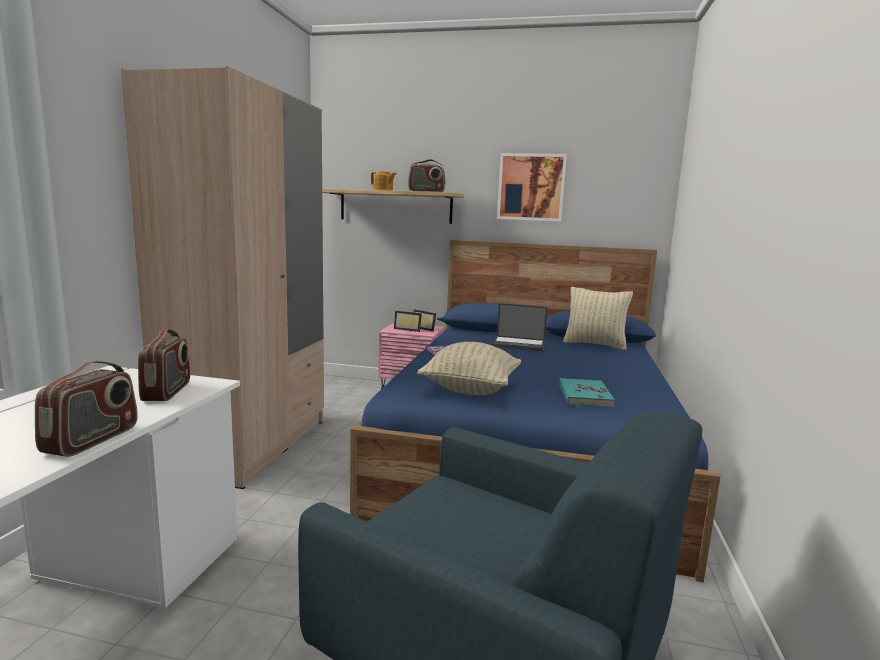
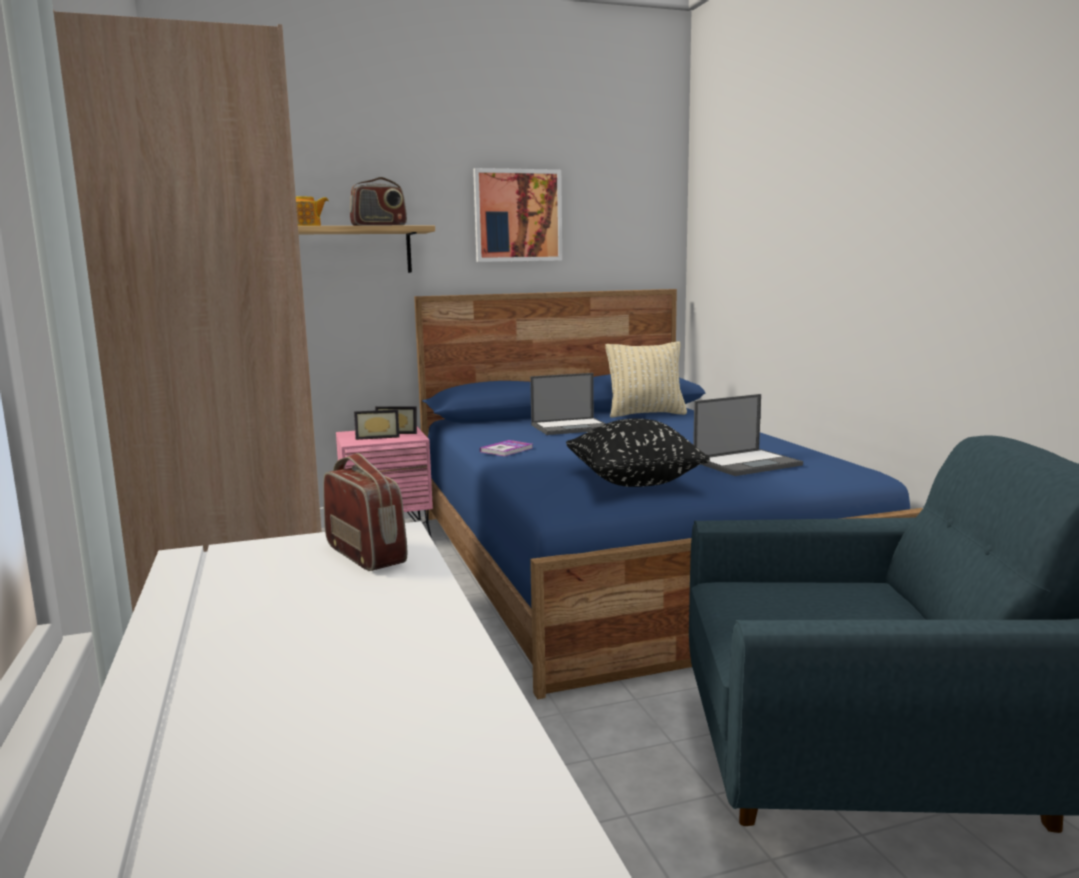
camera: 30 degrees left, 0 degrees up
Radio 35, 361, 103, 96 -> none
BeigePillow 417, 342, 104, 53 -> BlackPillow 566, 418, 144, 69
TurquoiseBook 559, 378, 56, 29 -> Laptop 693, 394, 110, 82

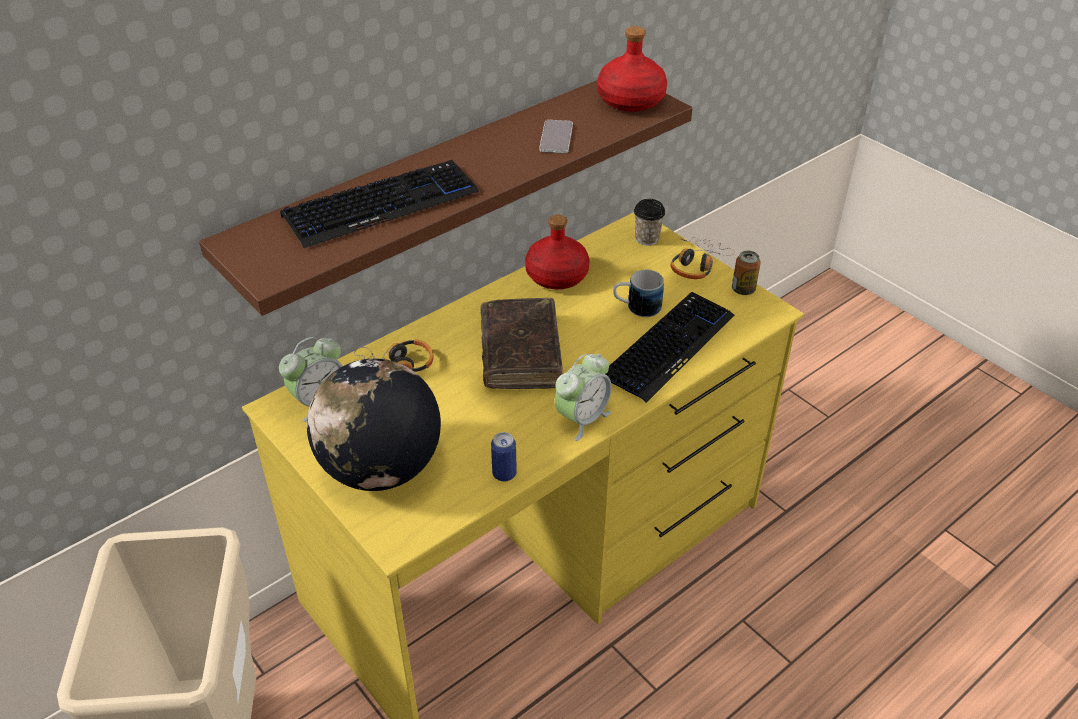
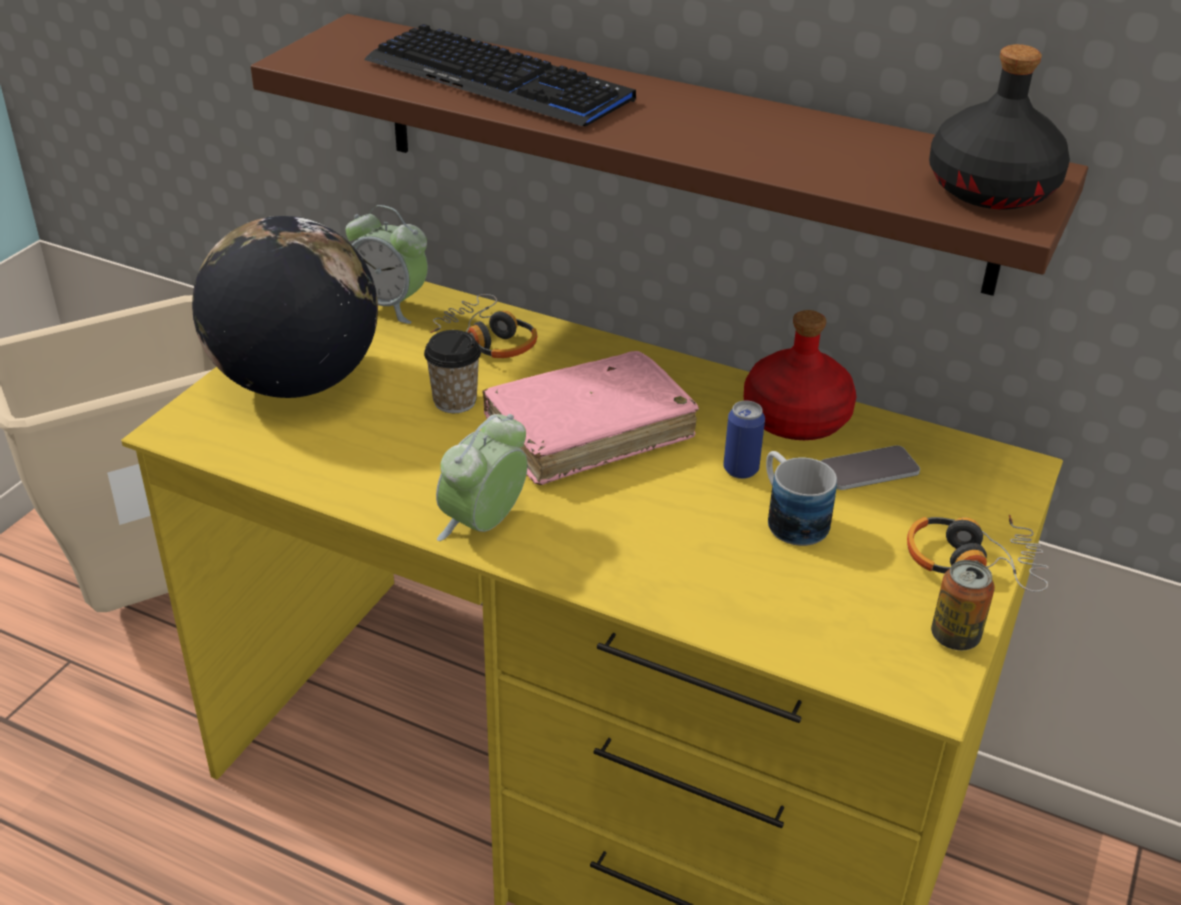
camera: 65 degrees right, 5 degrees down
BrownBook 480, 298, 83, 91 -> PinkBook 482, 351, 217, 134
Can 491, 432, 26, 50 -> Can 723, 400, 42, 79, relocated
Phone 539, 120, 34, 33 -> Phone 821, 446, 99, 44, relocated
AlarmClock 555, 354, 57, 87 -> AlarmClock 436, 414, 92, 127, 105 degrees clockwise
RedBottle 597, 26, 70, 86 -> BlackBottle 929, 44, 141, 165
Keyboard 606, 292, 128, 111 -> none
Cup 634, 199, 31, 47 -> Cup 424, 330, 57, 83, relocated

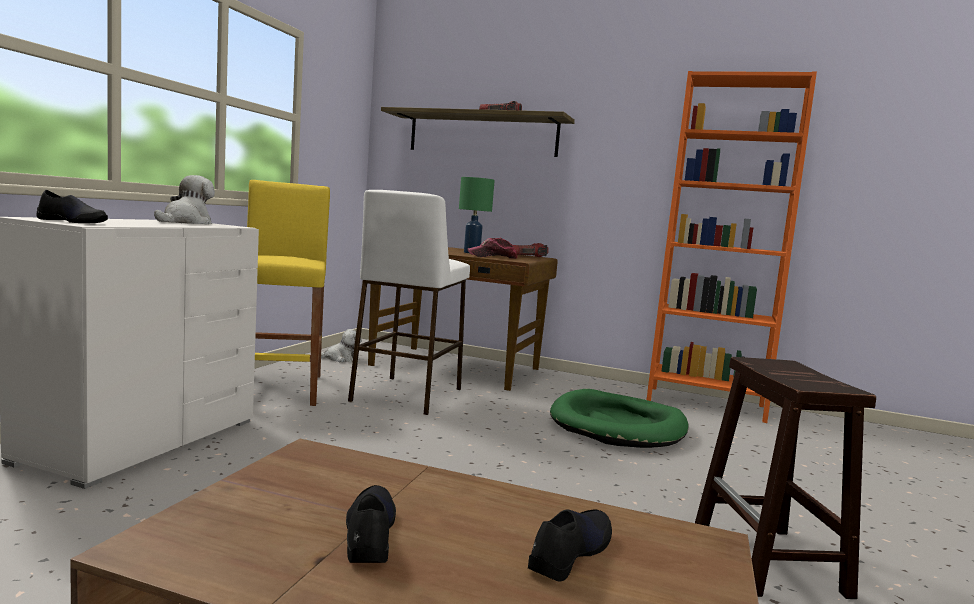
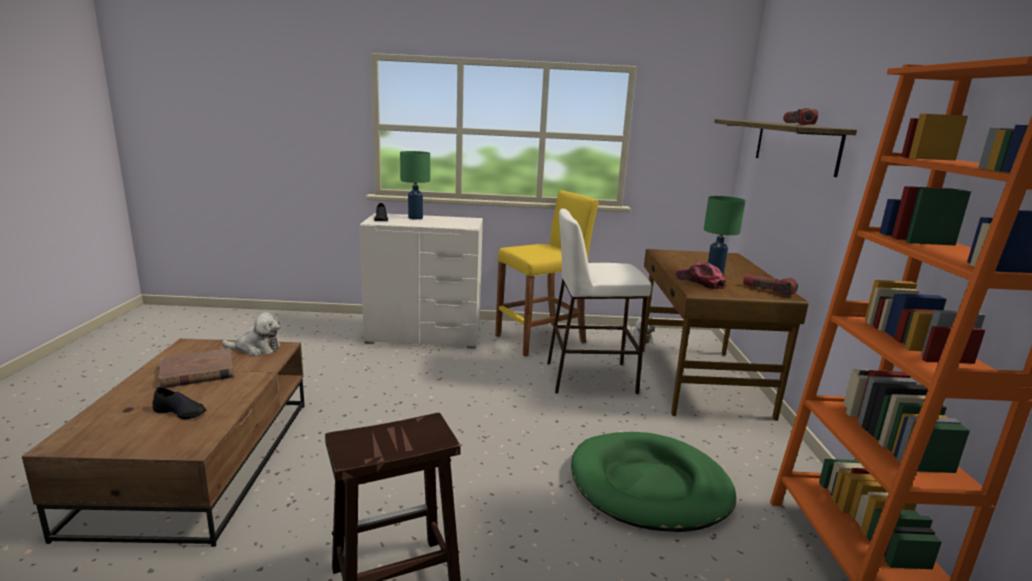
camera: 70 degrees right, 10 degrees up
PlushToy 154, 175, 61, 50 -> PlushToy 222, 312, 59, 44, relocated
BlackShoe 346, 485, 50, 78 -> BrownBook 159, 349, 75, 39
none -> GreenTableLamp 400, 151, 30, 68

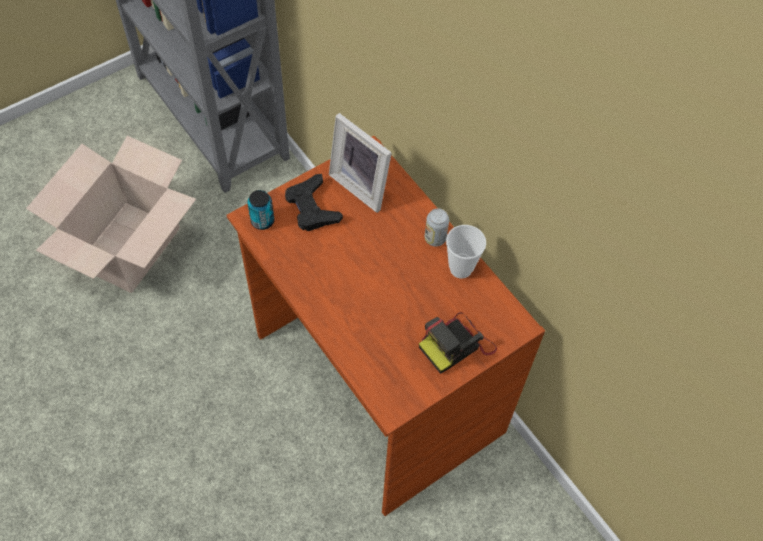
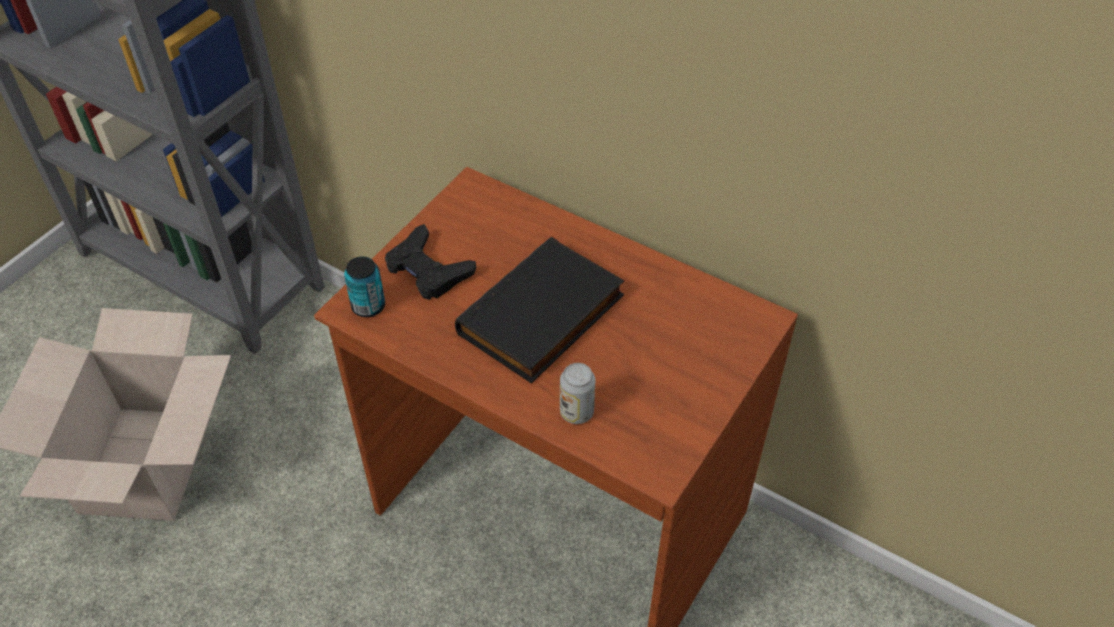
camera: 20 degrees left, 10 degrees down
PictureFrame 329, 113, 63, 100 -> none
PhotoCamera 419, 312, 78, 62 -> none
Can 425, 208, 24, 38 -> Can 560, 363, 35, 61, relocated
Cup 446, 225, 40, 54 -> none
none -> BlackBook 455, 237, 169, 146

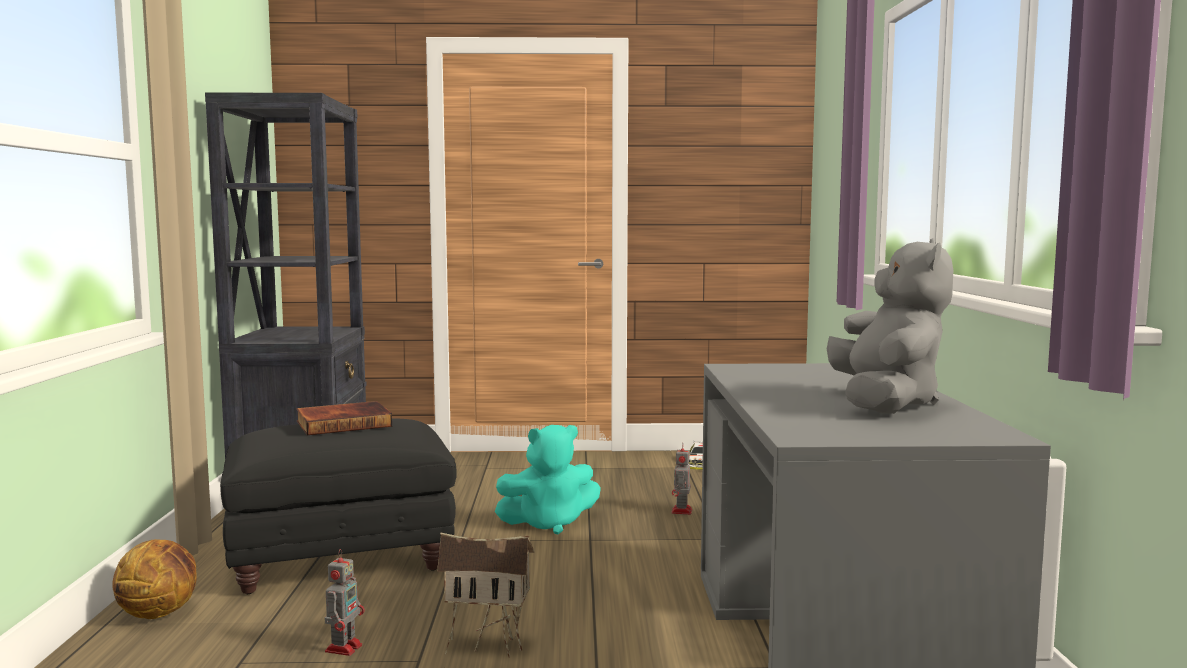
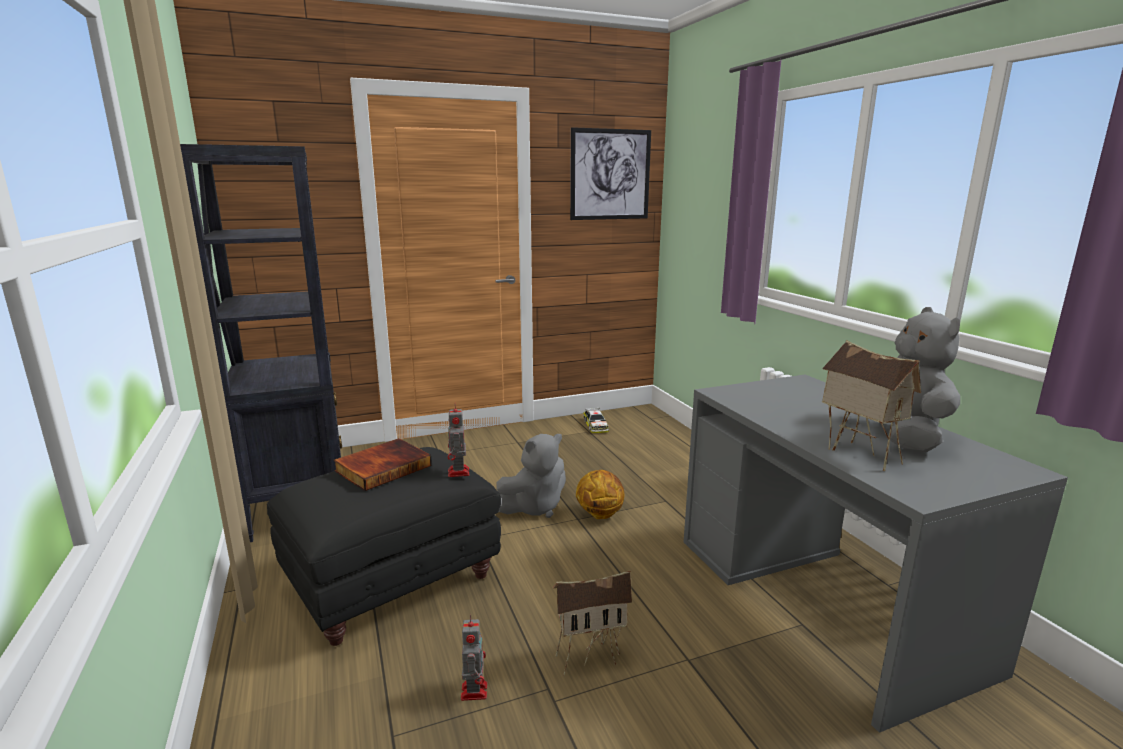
camera: 20 degrees left, 10 degrees up
Basketball 112, 539, 85, 80 -> Basketball 576, 470, 48, 49, relocated
TurquoisePlushToy 495, 425, 106, 109 -> GreyPlushToy 497, 434, 69, 84
ToyRobot 671, 444, 21, 71 -> ToyRobot 448, 406, 21, 71, relocated
none -> Picture 570, 127, 81, 93
none -> ToyHouse 822, 340, 99, 131

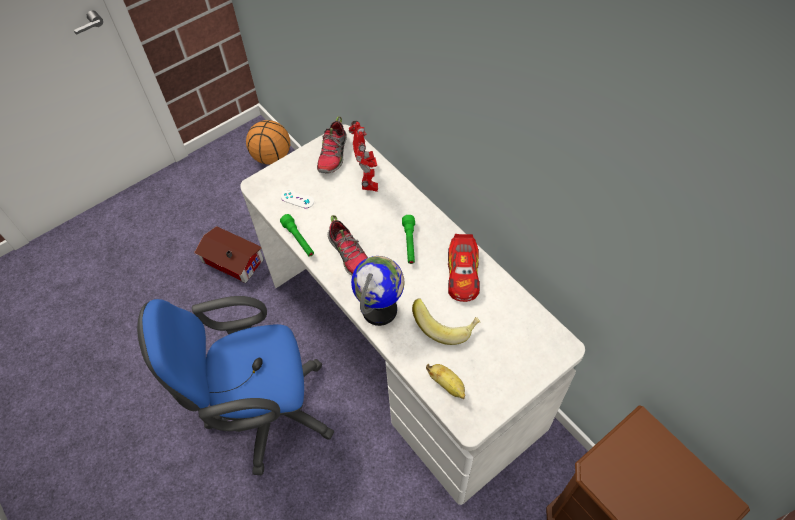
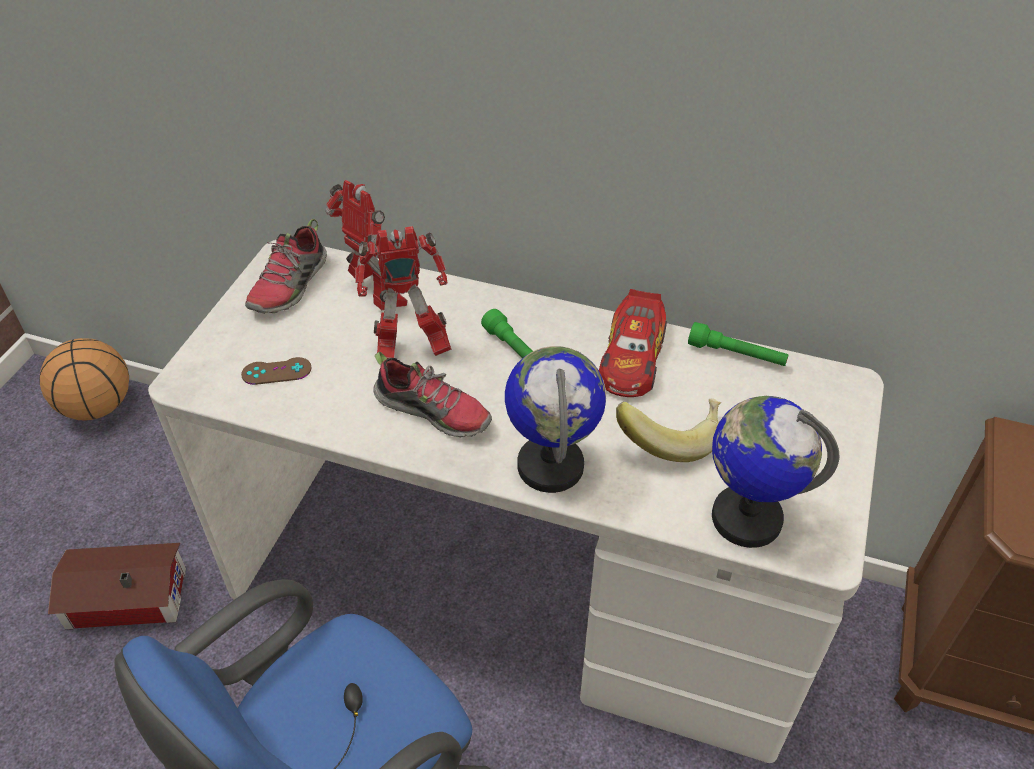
camera: 35 degrees left, 10 degrees down
GreenFlashlight 280, 214, 34, 43 -> GreenFlashlight 688, 322, 100, 44, relocated
WhiteGameController 281, 190, 33, 18 -> BrownGameController 241, 357, 71, 28
Shoe 317, 116, 30, 58 -> Shoe 245, 219, 82, 95, 45 degrees clockwise
Banana 426, 364, 39, 35 -> Globe 712, 396, 127, 152
ToyCar 448, 234, 32, 68 -> ToyCar 599, 289, 68, 108, 45 degrees clockwise
none -> ToyRobot 355, 226, 96, 133

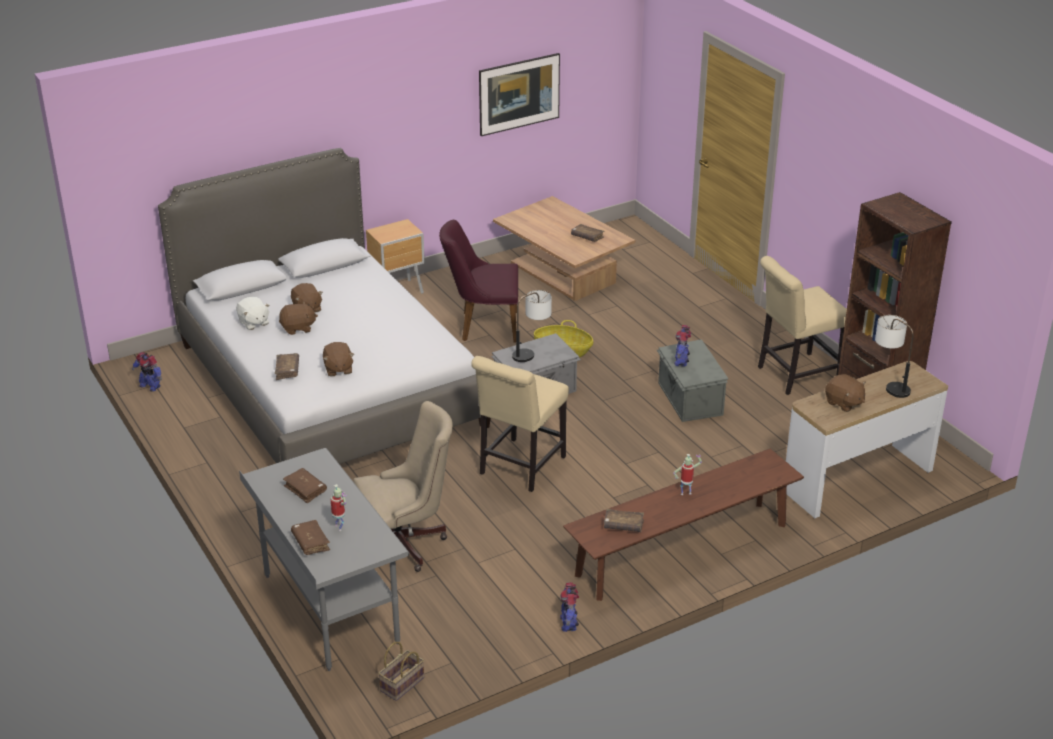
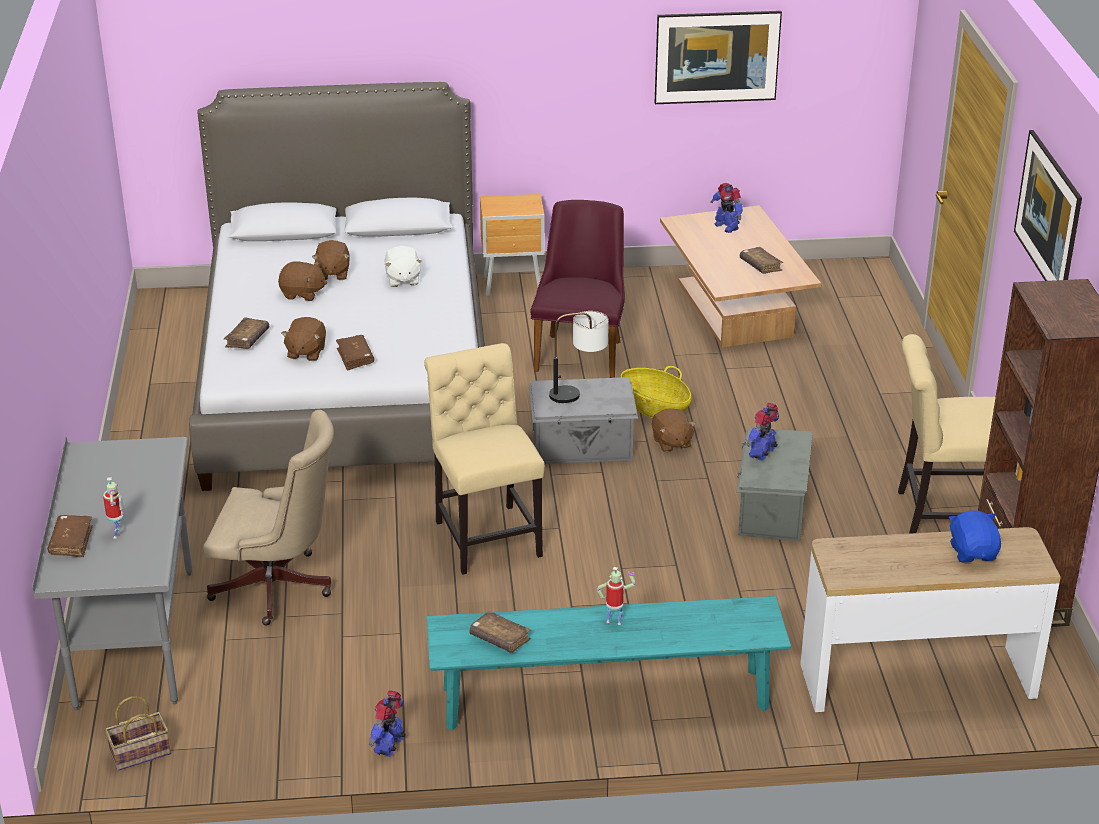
camera: 25 degrees right, 0 degrees up
ToyRobot 132, 352, 30, 40 -> ToyRobot 711, 183, 32, 50, relocated
WhitePlushToy 236, 297, 34, 33 -> WhitePlushToy 385, 246, 37, 41, relocated
BrownBook 283, 468, 44, 35 -> BrownBook 336, 335, 38, 36, relocated
PurpleChair 439, 220, 79, 123 -> PurpleChair 530, 200, 95, 178, 75 degrees clockwise
BeigeChair 471, 356, 98, 136 -> BeigeChair 424, 343, 121, 232, 105 degrees clockwise
BrownBench 563, 449, 241, 152 -> TurquoiseBench 427, 596, 364, 134
BrownPlushToy 825, 374, 41, 38 -> BrownPlushToy 652, 408, 44, 44, relocated
TableLamp 875, 315, 39, 83 -> BluePlushToy 949, 510, 52, 52
none -> Picture 1014, 130, 68, 151

